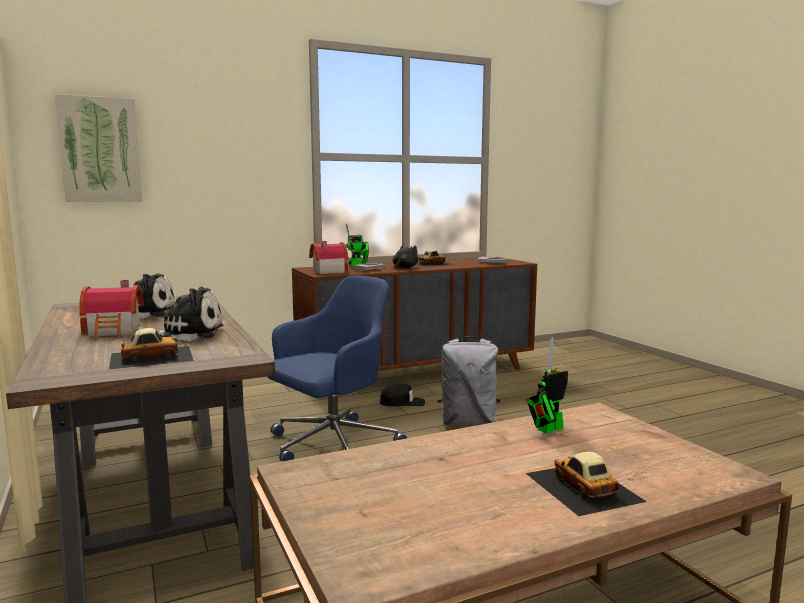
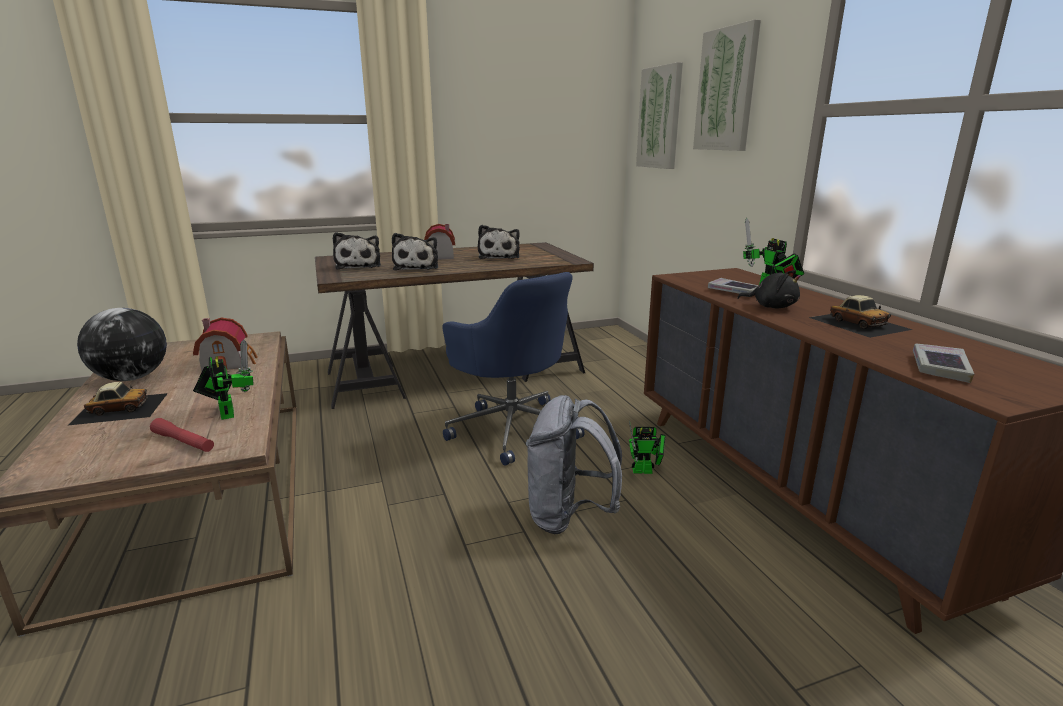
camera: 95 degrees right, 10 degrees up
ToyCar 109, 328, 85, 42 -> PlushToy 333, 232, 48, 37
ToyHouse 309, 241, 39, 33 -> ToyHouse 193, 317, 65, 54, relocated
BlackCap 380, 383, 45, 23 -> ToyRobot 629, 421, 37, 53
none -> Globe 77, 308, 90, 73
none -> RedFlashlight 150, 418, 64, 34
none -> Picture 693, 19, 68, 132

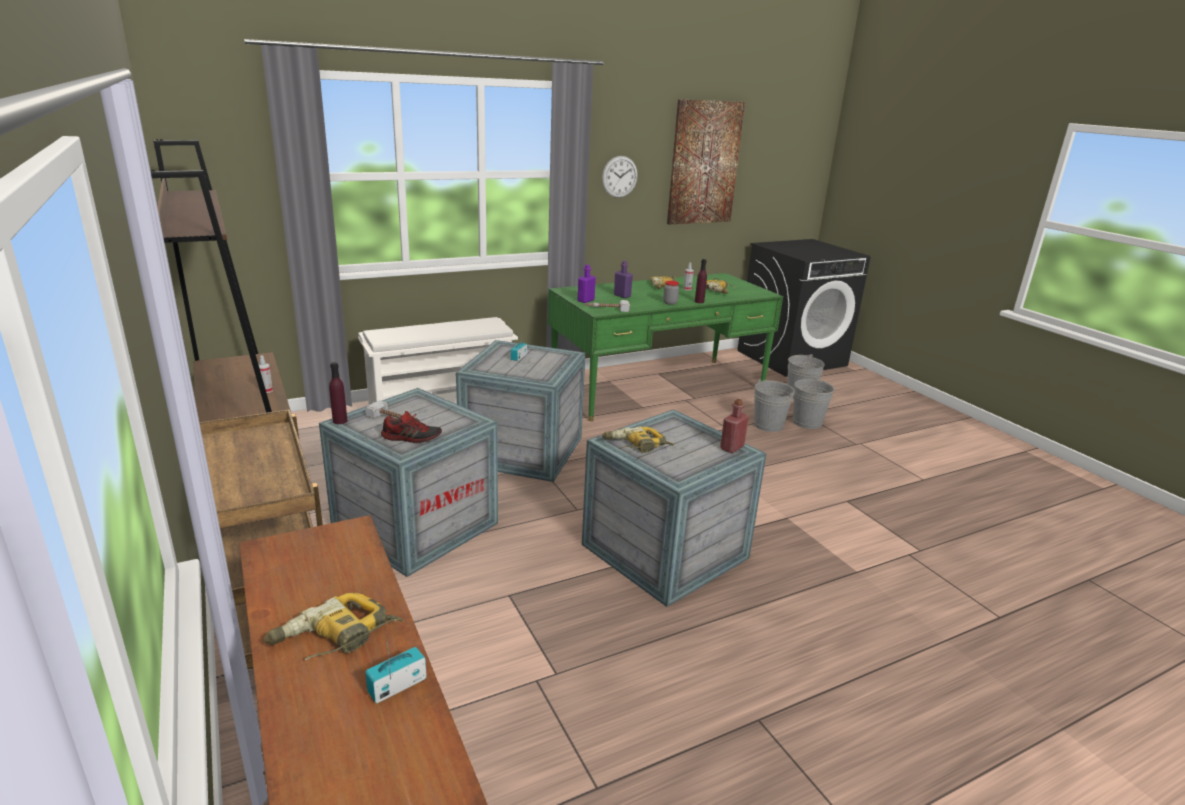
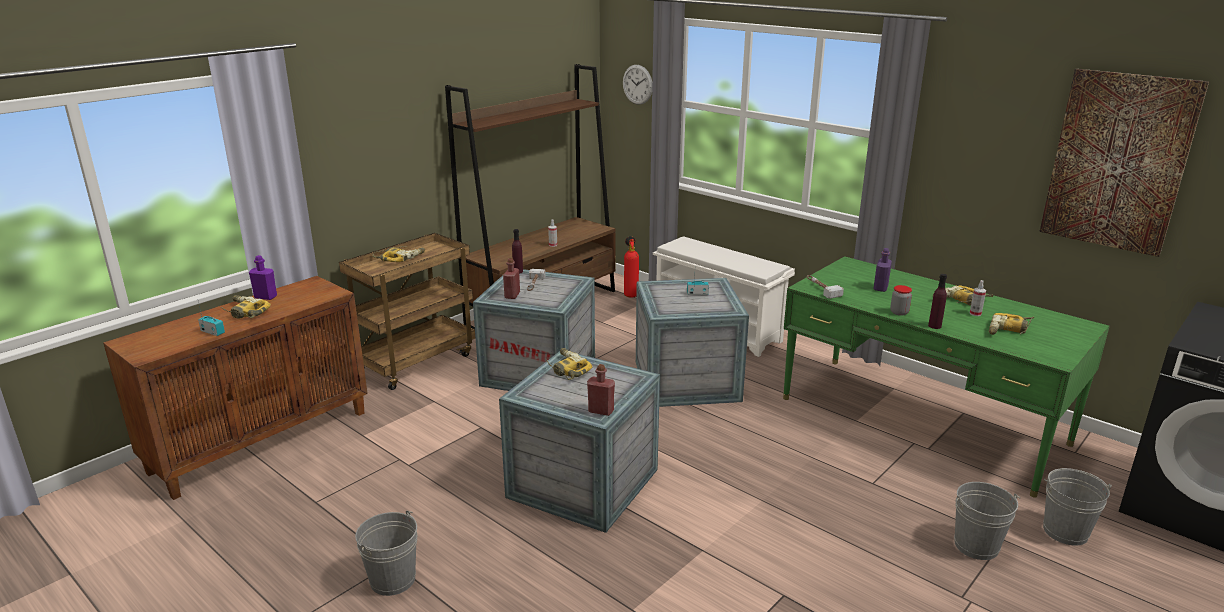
camera: 70 degrees right, 0 degrees up
Shoe 381, 411, 61, 32 -> RedBottle 503, 258, 17, 41
PurpleBottle 578, 264, 18, 39 -> PurpleBottle 249, 255, 28, 45, relocated
WallClock 602, 156, 36, 42 -> WallClock 623, 65, 29, 40, relocated
GreyBucket 754, 379, 41, 53 -> GreyBucket 355, 510, 62, 86, relocated
none -> PowerDrill 372, 246, 53, 16
none -> FireExtinguisher 624, 236, 15, 62

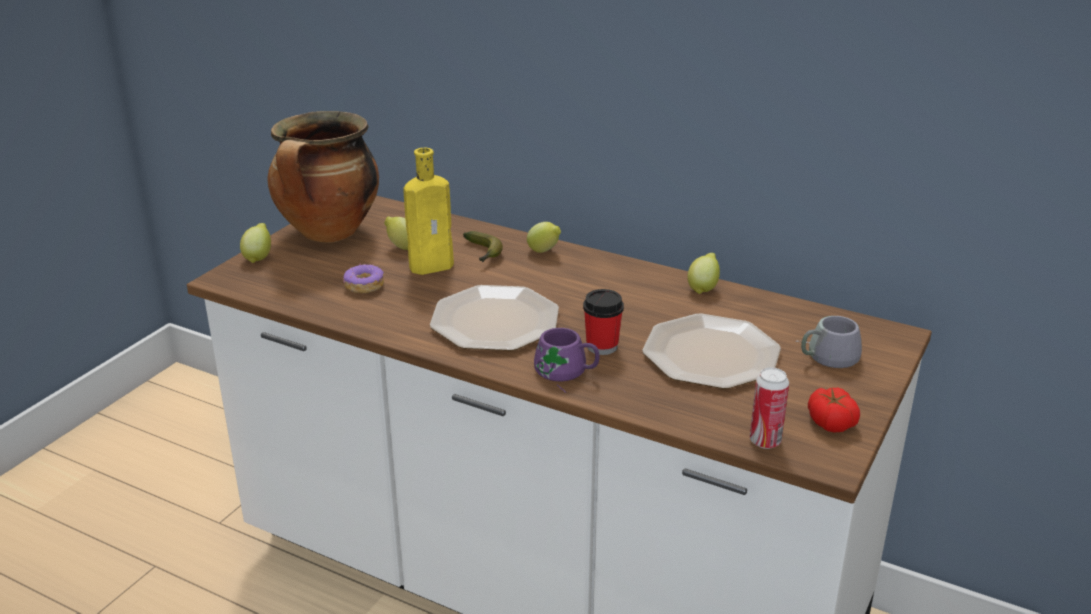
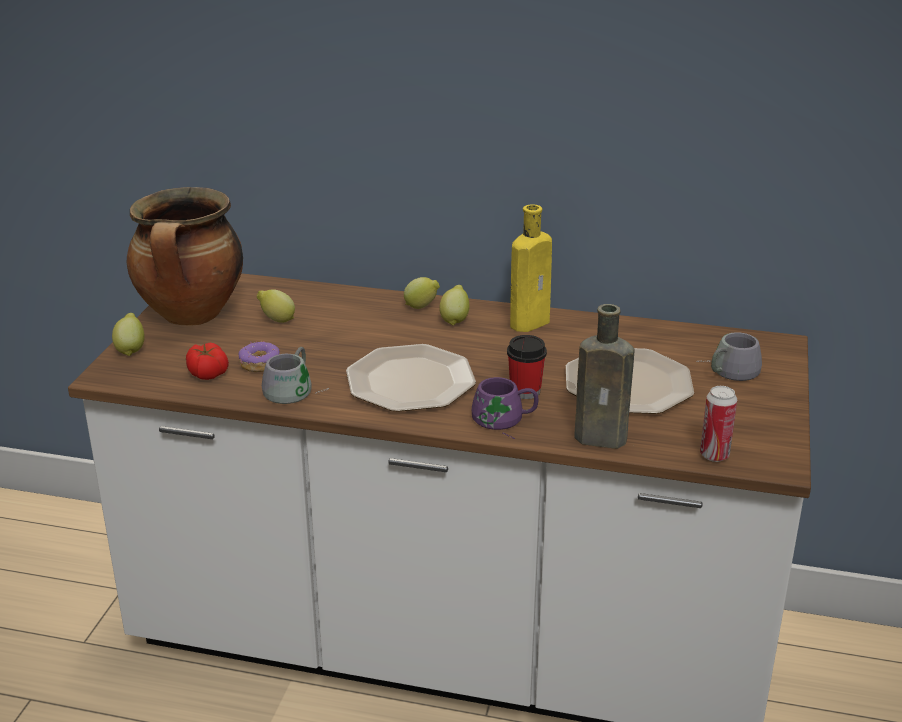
camera: 15 degrees left, 0 degrees up
YellowBottle 404, 148, 50, 127 -> YellowBottle 510, 204, 42, 128, relocated
Banana 463, 231, 40, 31 -> none
Lemon 687, 253, 33, 41 -> Lemon 439, 285, 30, 41, relocated
Tomato 808, 388, 52, 44 -> Tomato 186, 343, 43, 37, relocated
none -> GreyMug 262, 347, 66, 57
none -> BrownBottle 575, 304, 59, 145

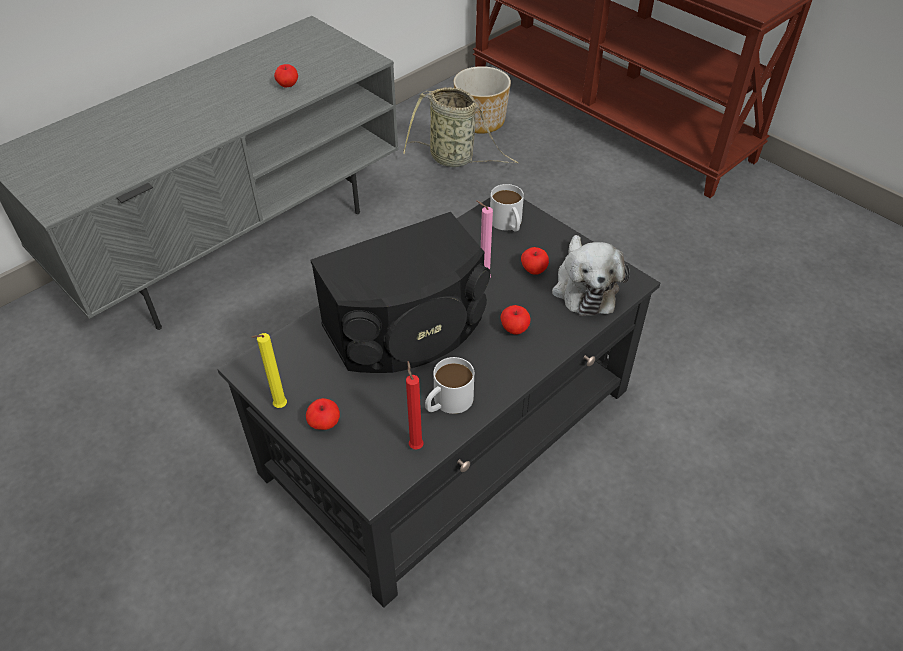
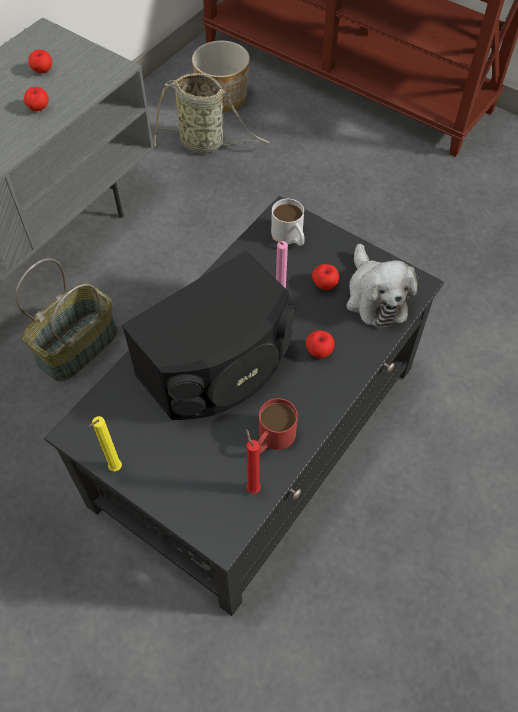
camera: 10 degrees left, 10 degrees up
Apple 306, 398, 34, 32 -> Apple 28, 50, 24, 23, relocated
WhiteMug 425, 357, 49, 57 -> RedMug 258, 398, 40, 56
none -> Basket 15, 258, 103, 124

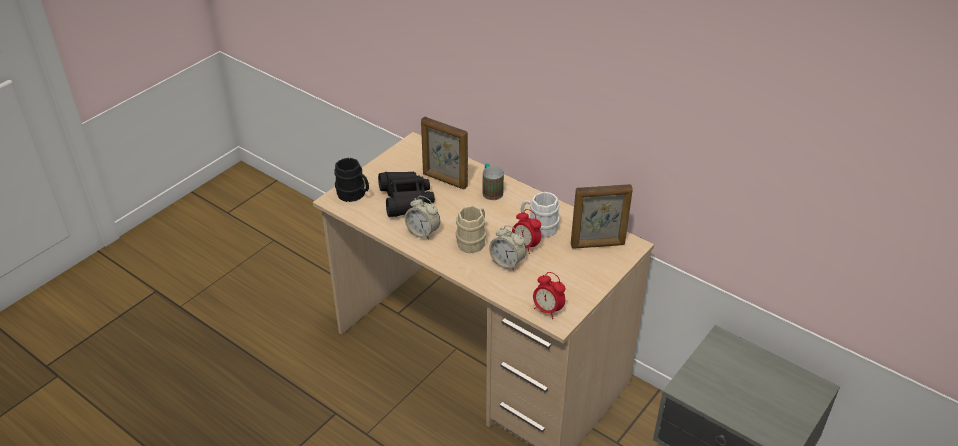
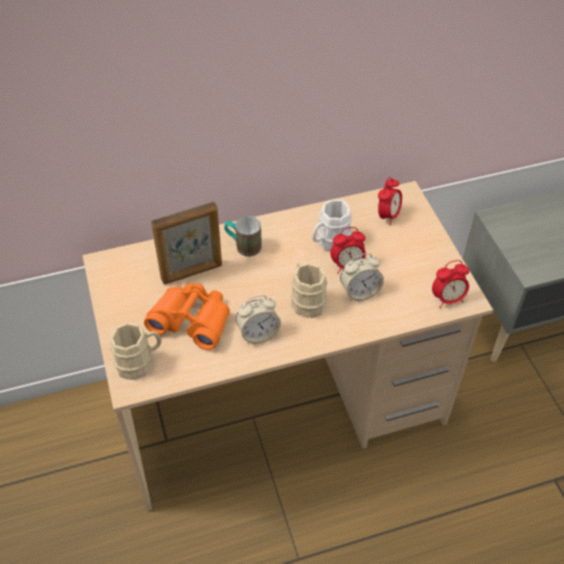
camera: 55 degrees left, 10 degrees up
BlackMug 334, 158, 35, 44 -> BeigeMug 110, 323, 51, 57
BlackBinoculars 378, 172, 57, 45 -> OrangeBinoculars 144, 283, 86, 67
PictureFrame 571, 184, 62, 65 -> AlarmClock 378, 177, 24, 49

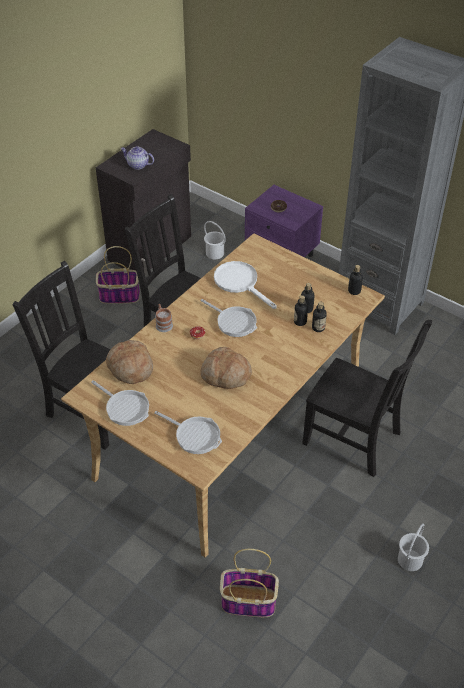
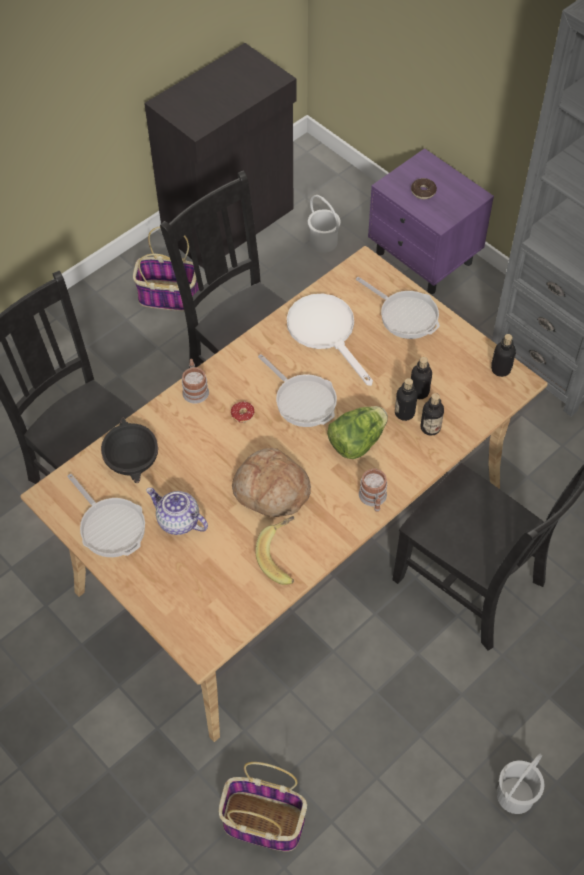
camera: 10 degrees right, 10 degrees up
Bread 106, 340, 47, 44 -> BlackBowl 101, 418, 57, 65
Teapot 120, 146, 34, 24 -> Teapot 146, 488, 62, 47, relocated
FryingPan 154, 411, 68, 43 -> FryingPan 356, 277, 84, 62, relocated
none -> Banana 255, 516, 40, 69
none -> Lettuce 327, 406, 61, 53
none -> Mug 359, 468, 28, 44

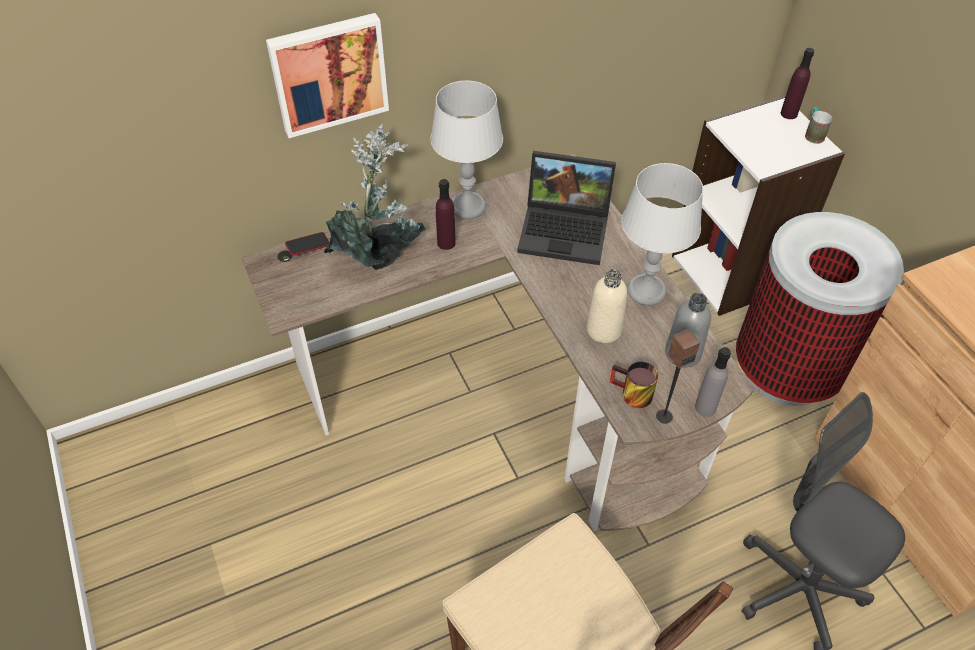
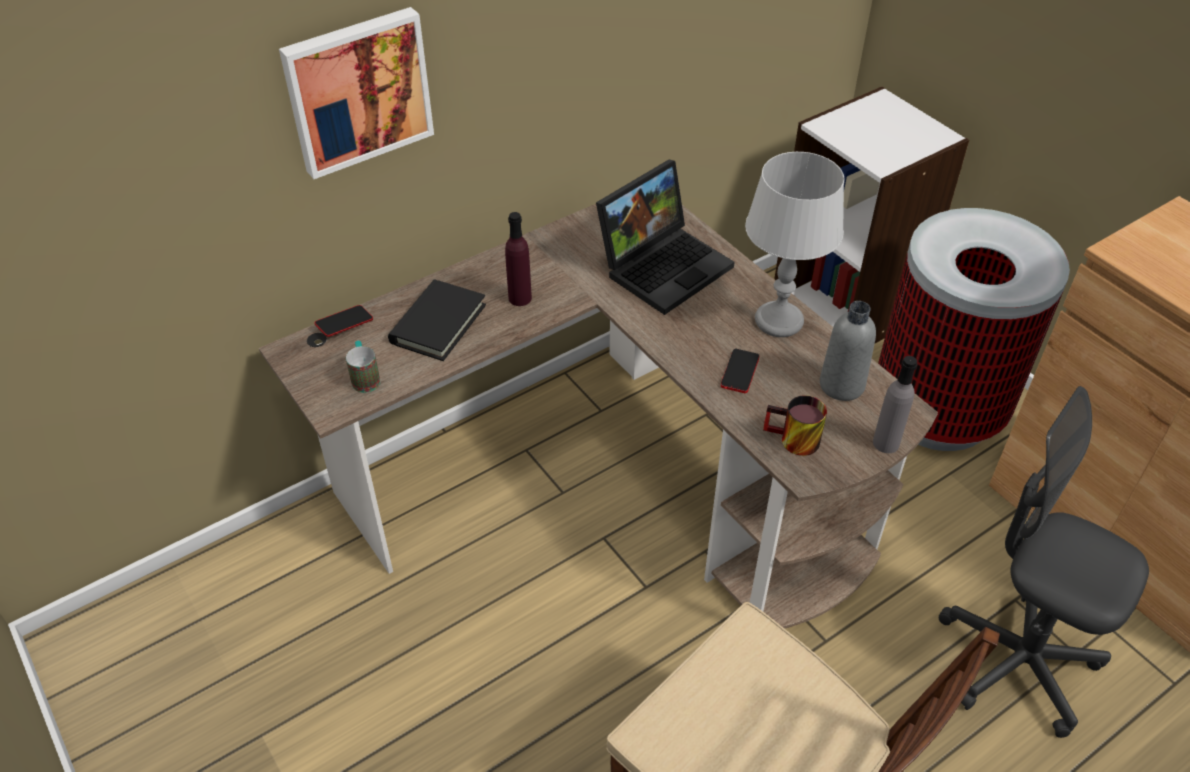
camera: 10 degrees left, 5 degrees down
PottedPlant 324, 124, 102, 146 -> BlackBook 388, 279, 98, 82
GreyTableLamp 430, 81, 73, 138 -> none
Laptop 517, 151, 99, 114 -> Laptop 596, 159, 139, 156, 45 degrees counterclockwise
BeigeBottle 586, 269, 41, 74 -> Phone 721, 349, 38, 44
Speaker 656, 329, 44, 95 -> none
PurpleBottle 781, 48, 33, 71 -> none
Mug 805, 108, 27, 36 -> Mug 346, 341, 34, 52, relocated

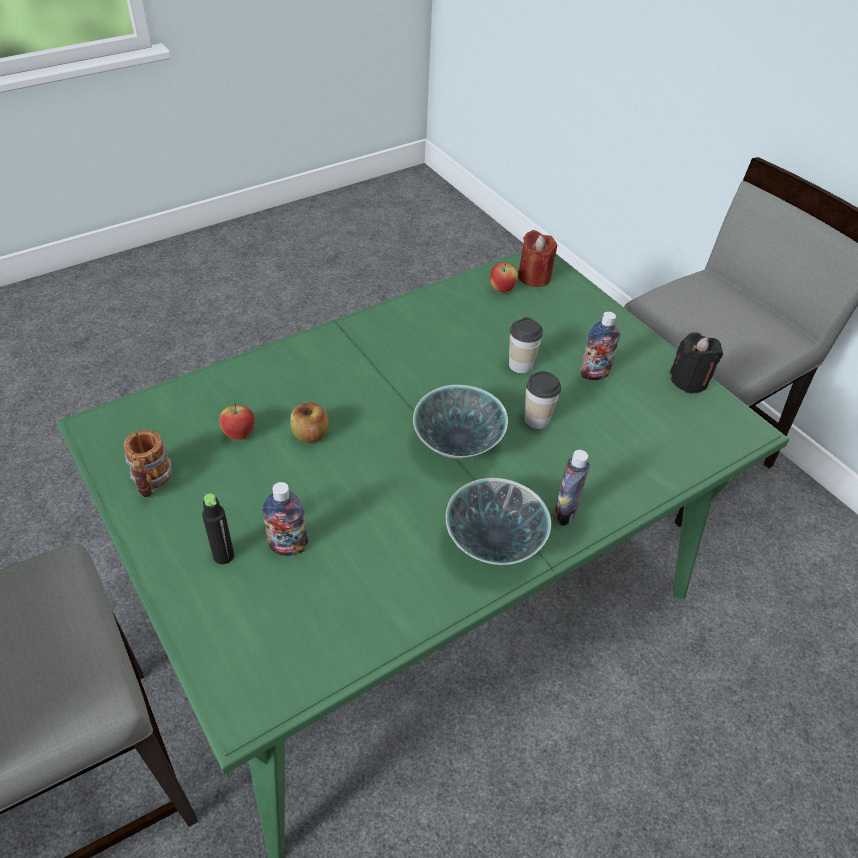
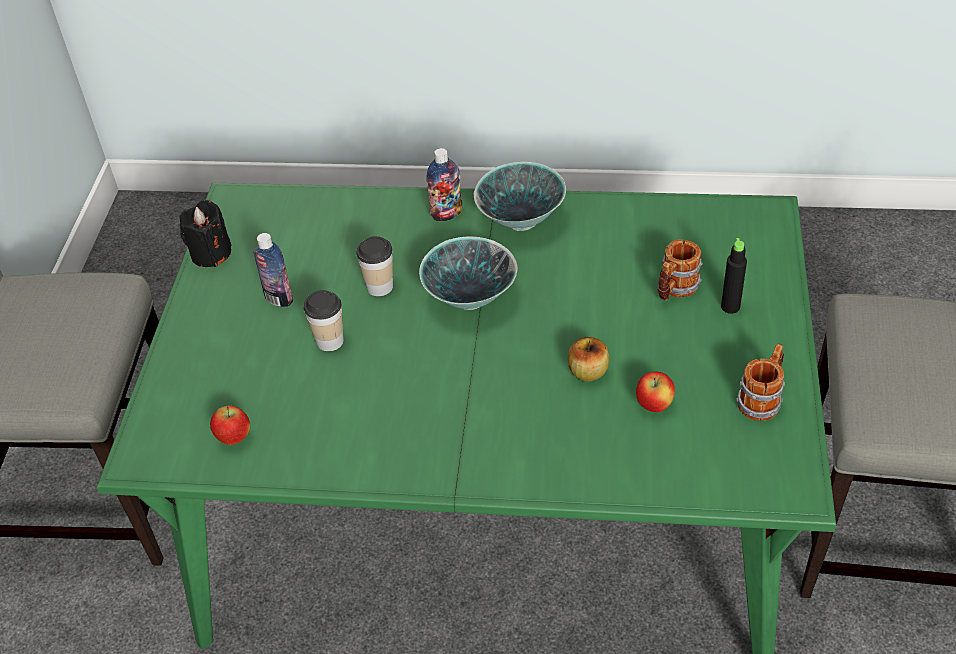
camera: 135 degrees left, 0 degrees up
Bottle 262, 482, 46, 74 -> Mug 658, 239, 45, 62
RedCandle 518, 230, 39, 57 -> none

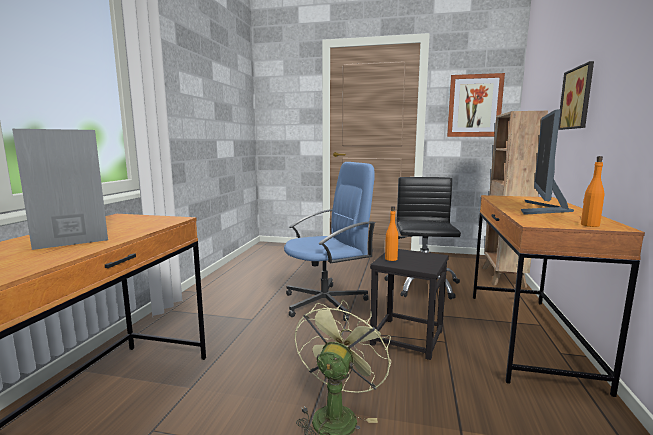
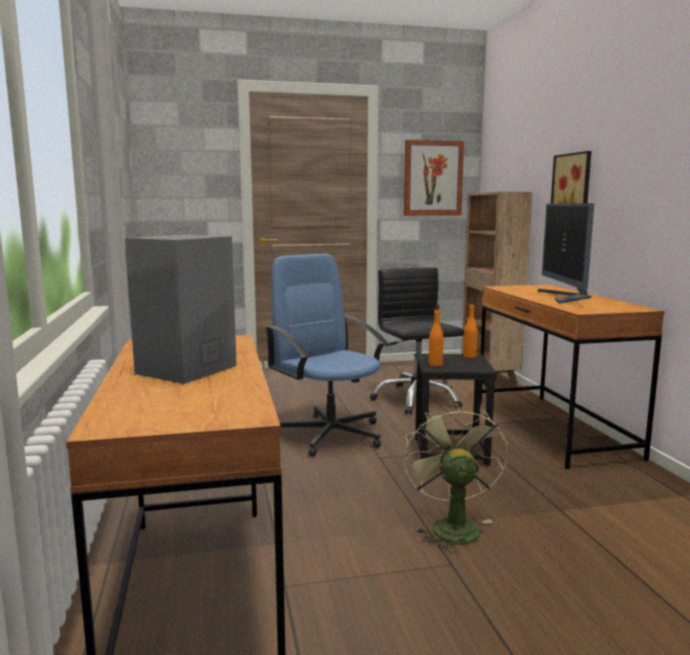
camera: 25 degrees left, 0 degrees up
BlueOfficeChair 284, 162, 91, 159 -> BlueOfficeChair 265, 254, 123, 203, 75 degrees counterclockwise
OrangeBottle 581, 156, 23, 71 -> OrangeBottle 463, 300, 15, 58, relocated

